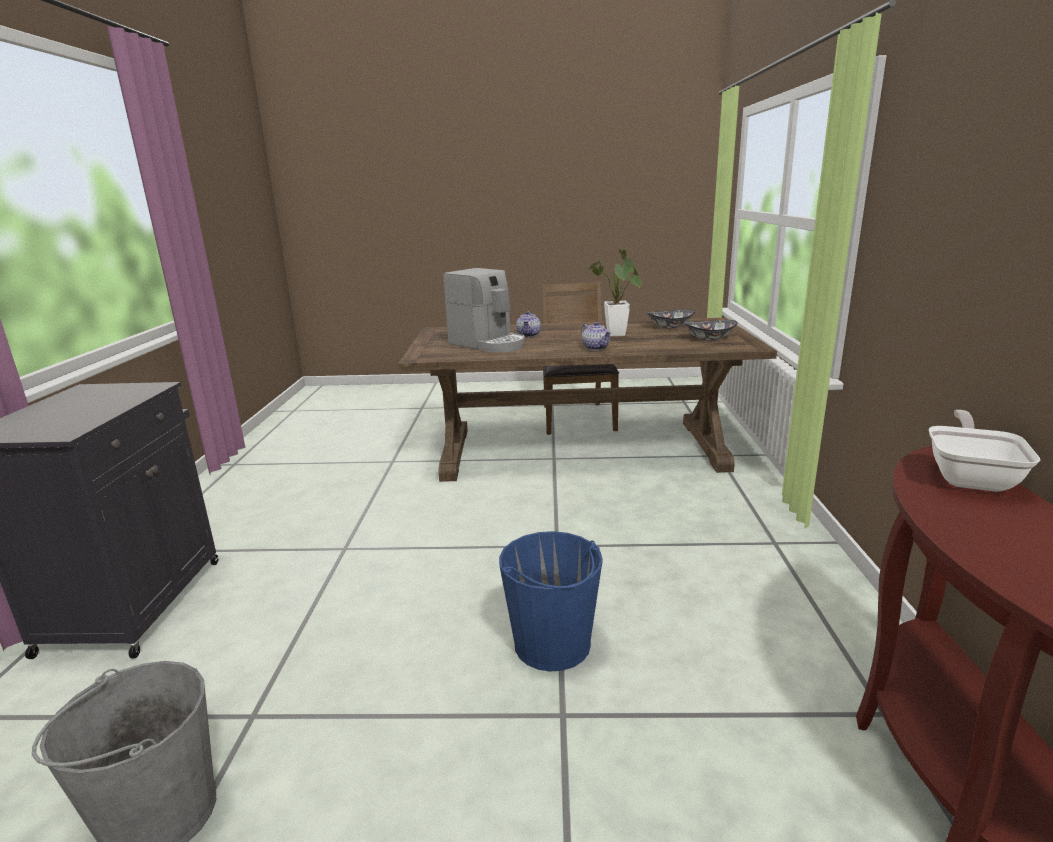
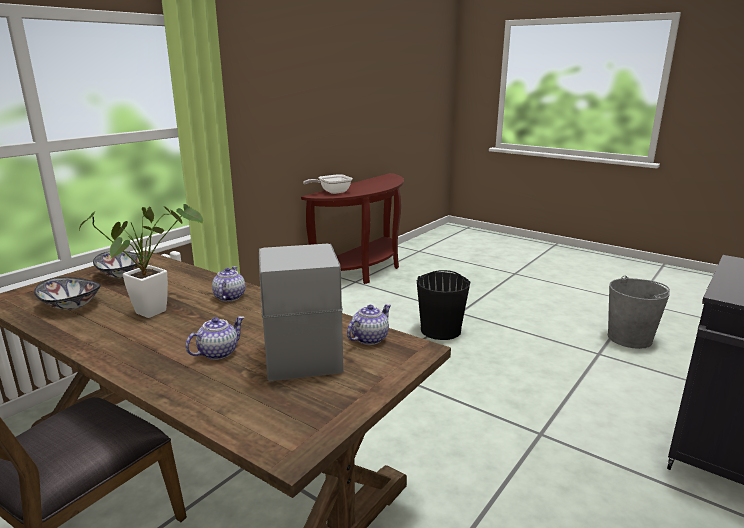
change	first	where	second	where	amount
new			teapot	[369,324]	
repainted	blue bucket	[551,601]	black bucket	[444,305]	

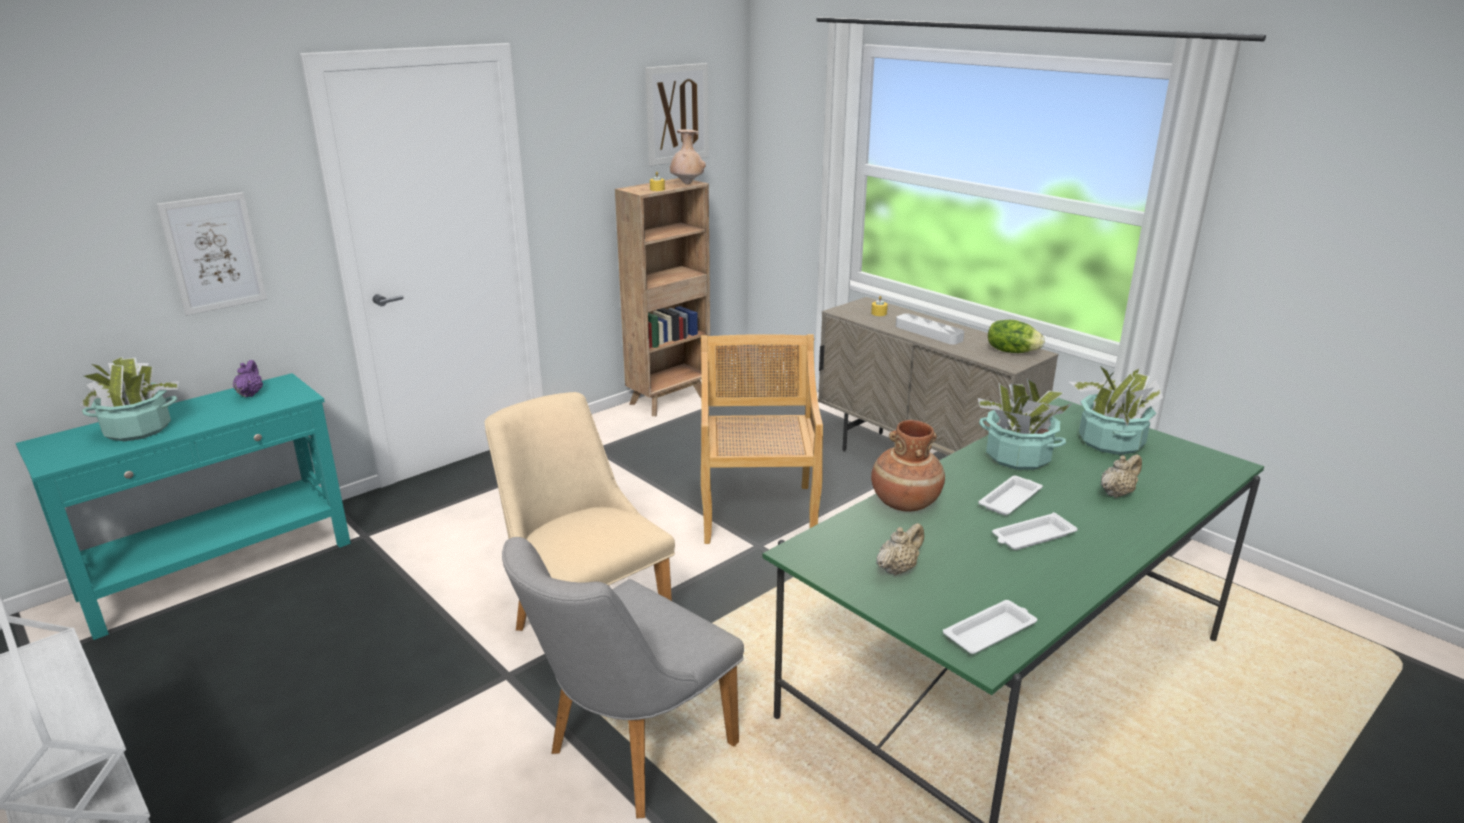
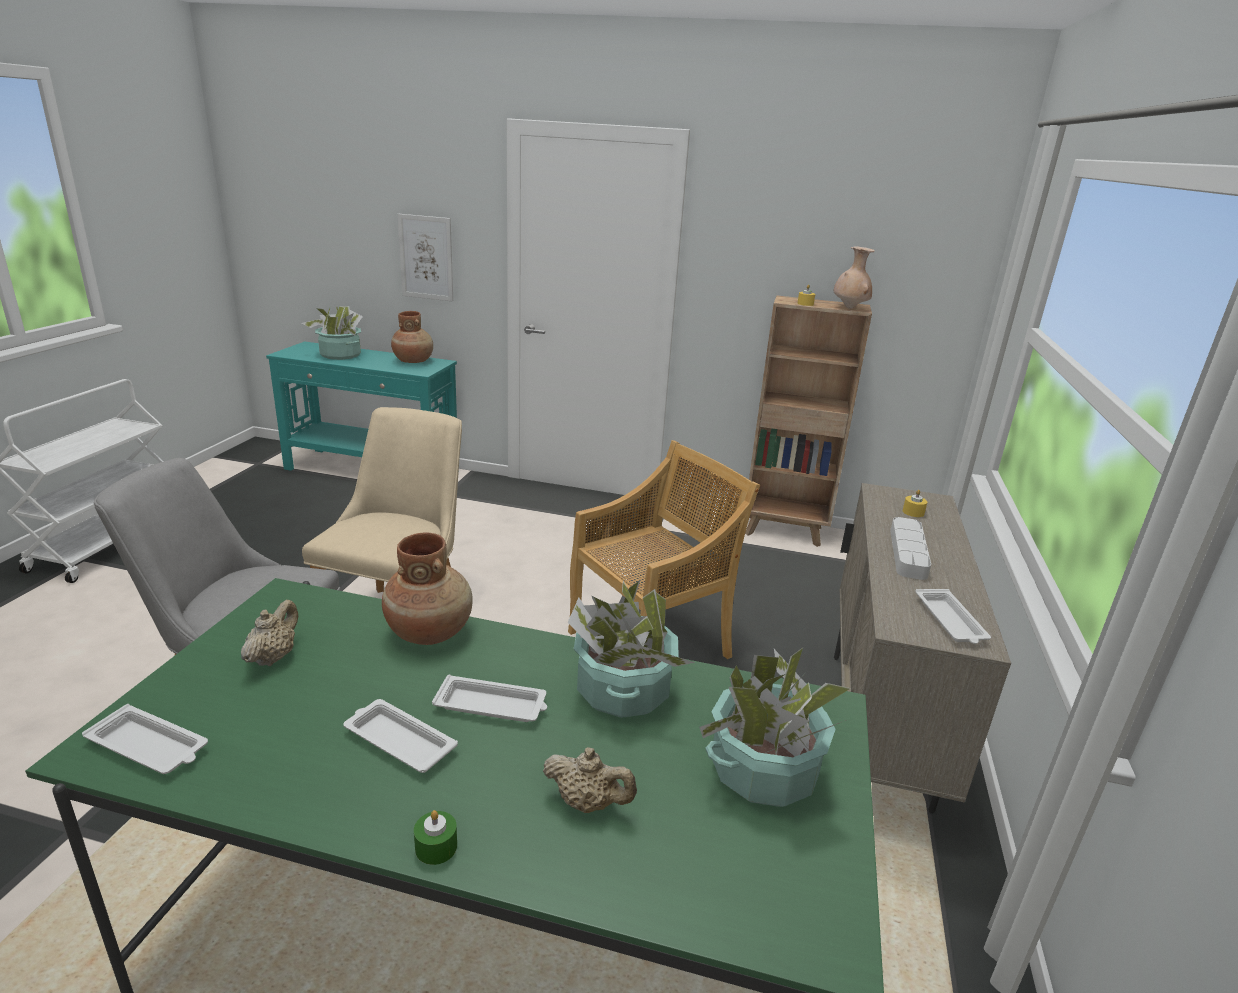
change	first	where	second	where	amount
gone	picture	[677,114]			
new			green candle	[435,837]	
swapped	purple teapot	[248,378]	brown vase	[412,337]	
swapped	lettuce	[1016,336]	white tray	[953,616]	
rotated	beige teapot	[900,549]		[269,633]	90 degrees counterclockwise

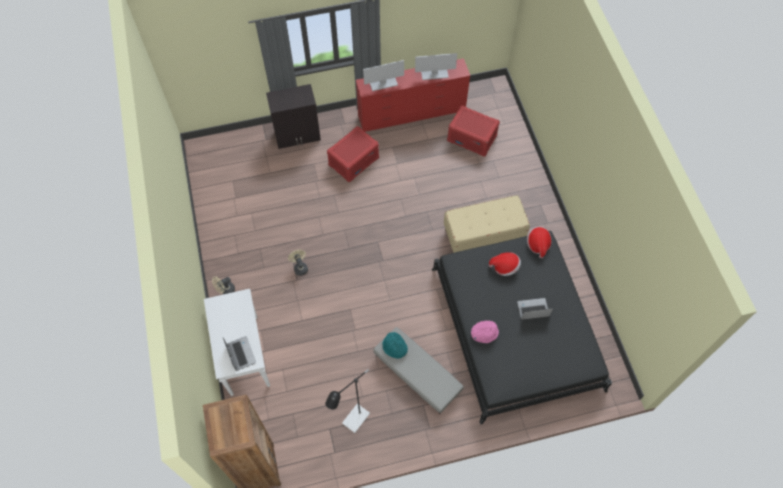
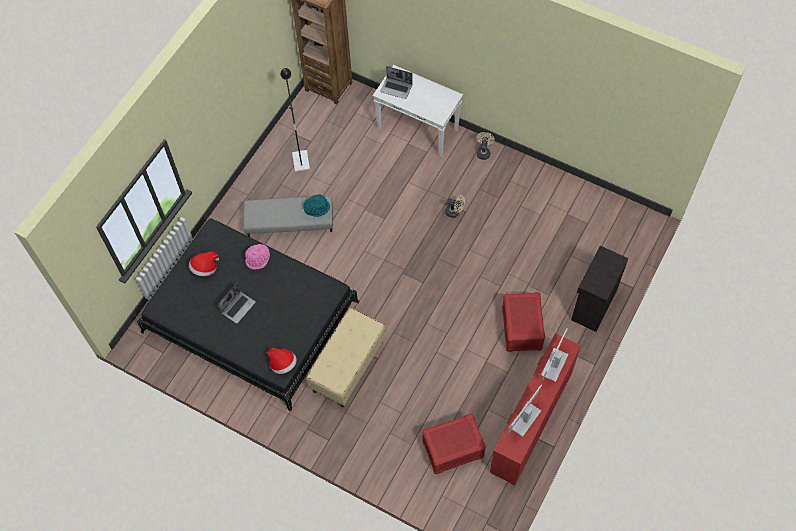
change	first	where	second	where	amount
shifted	hat	[505,264]		[204,263]	

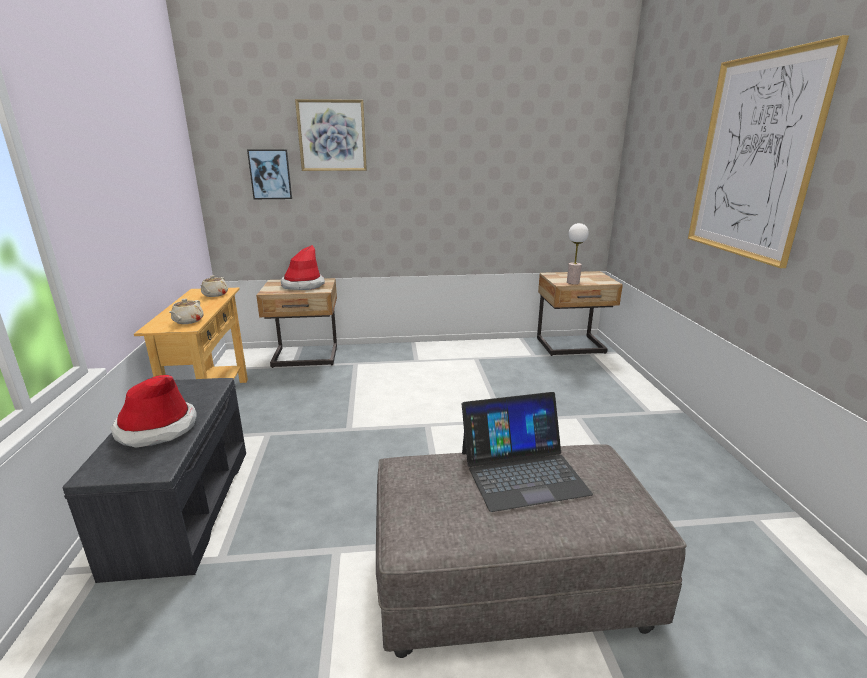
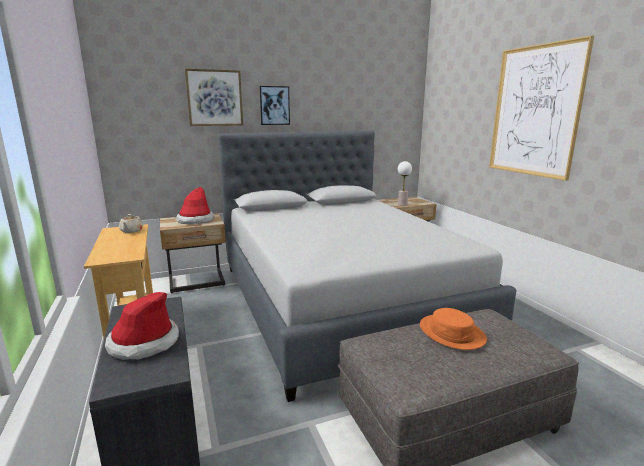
change	first	where	second	where	amount
gone	beige teapot	[186,311]			
new			grey bed	[367,266]	
shifted	picture	[269,174]		[274,105]	
swapped	laptop	[527,452]	orange hat	[453,329]	

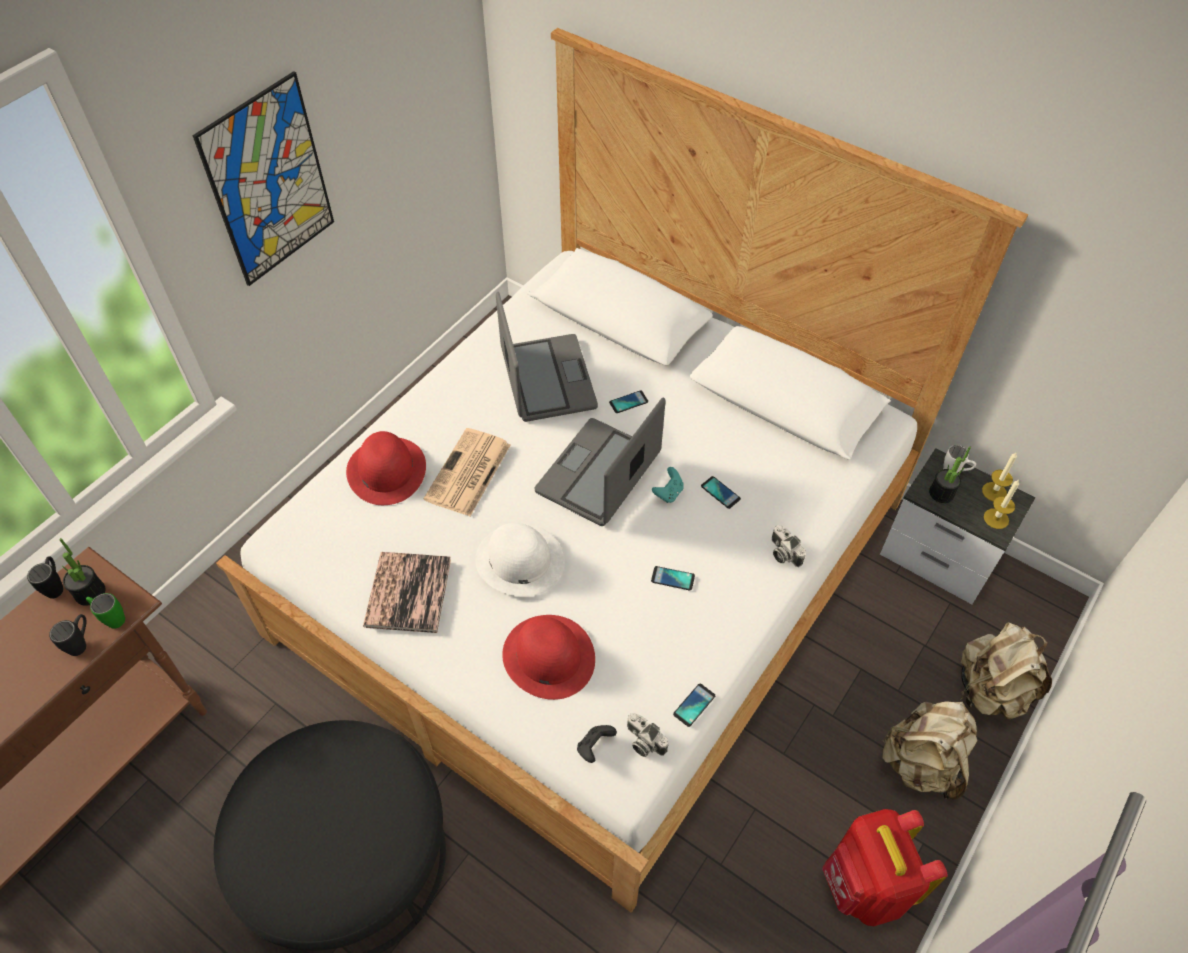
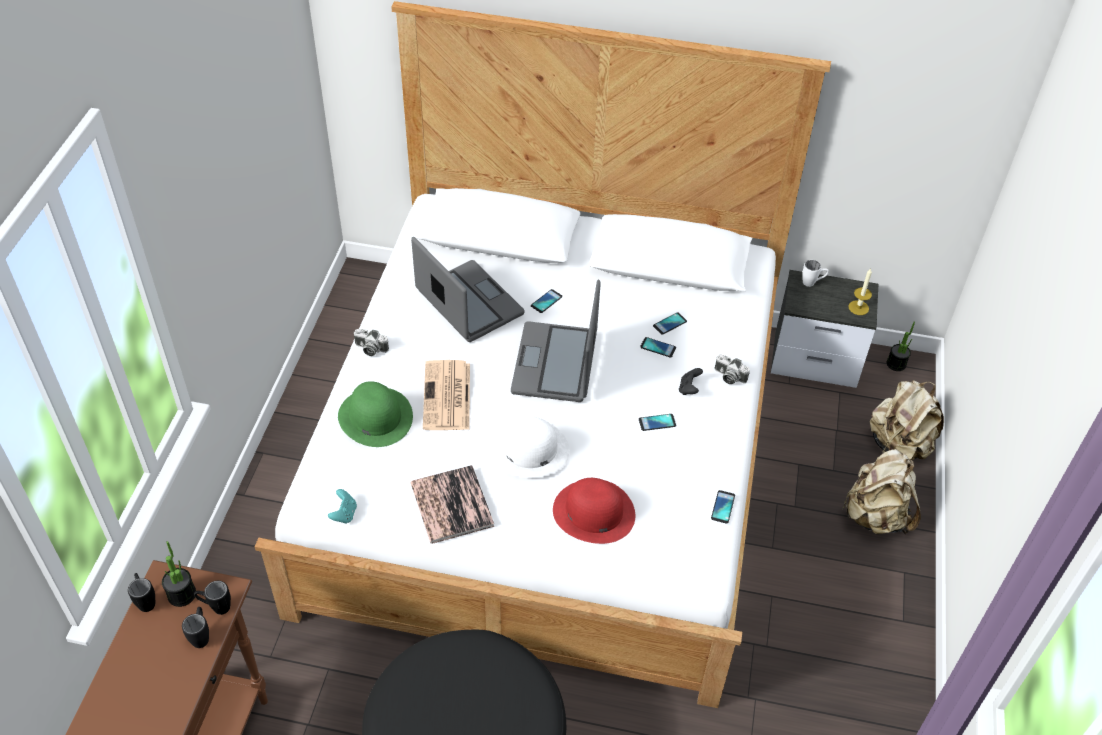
change	first	where	second	where	amount
gone	picture	[263,178]			
gone	red backpack	[884,867]			
gone	candle	[999,477]			
new			phone	[670,323]	
shifted	black game controller	[597,744]		[691,381]	
shifted	photo camera	[647,735]		[371,342]	
shifted	turquoise game controller	[668,485]		[342,506]	
shifted	potted plant	[950,474]		[901,346]	
repainted	green mug	[105,611]	black mug	[212,598]	
repainted	red hat	[386,468]	green hat	[375,414]	

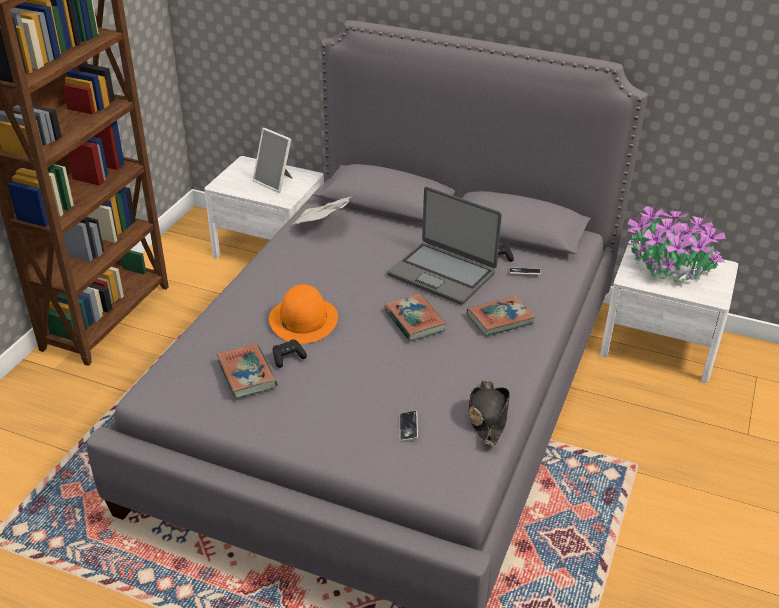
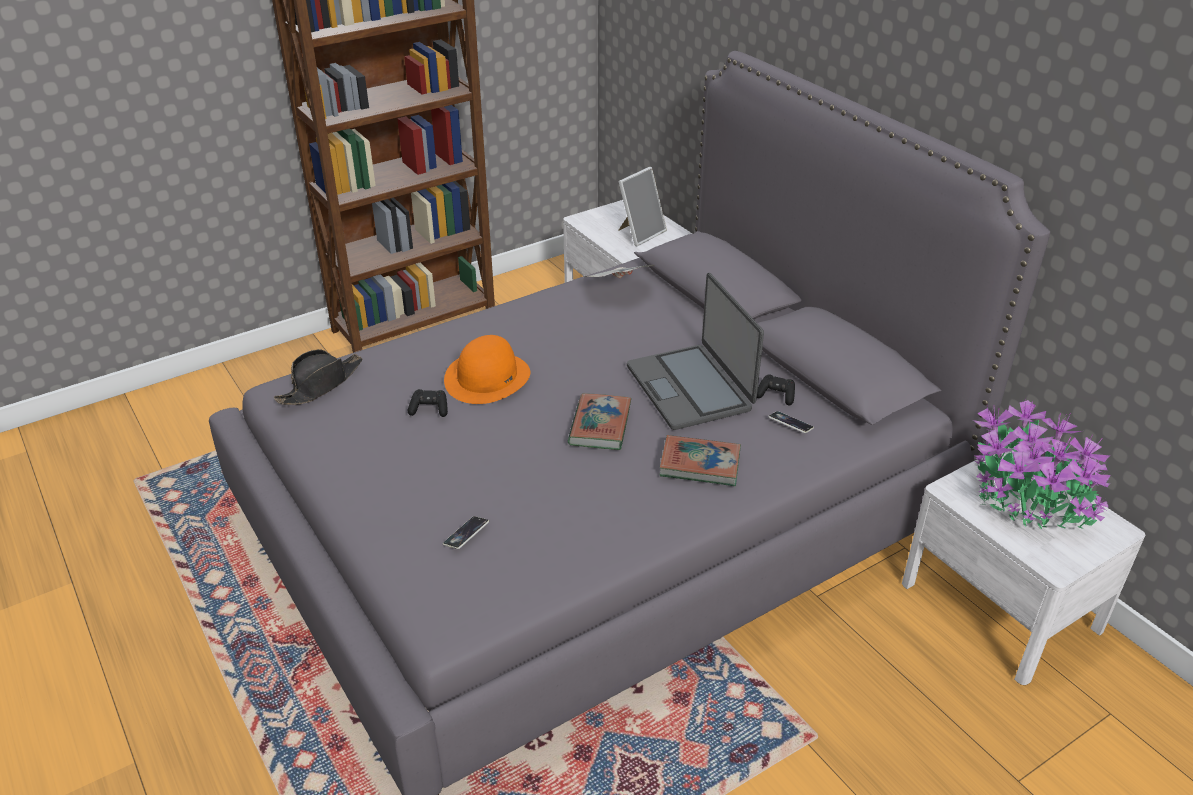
change	first	where	second	where	amount
gone	book	[247,371]			
shifted	black hat	[489,413]		[318,377]	
rotated	picture frame	[272,160]		[642,206]	120 degrees counterclockwise

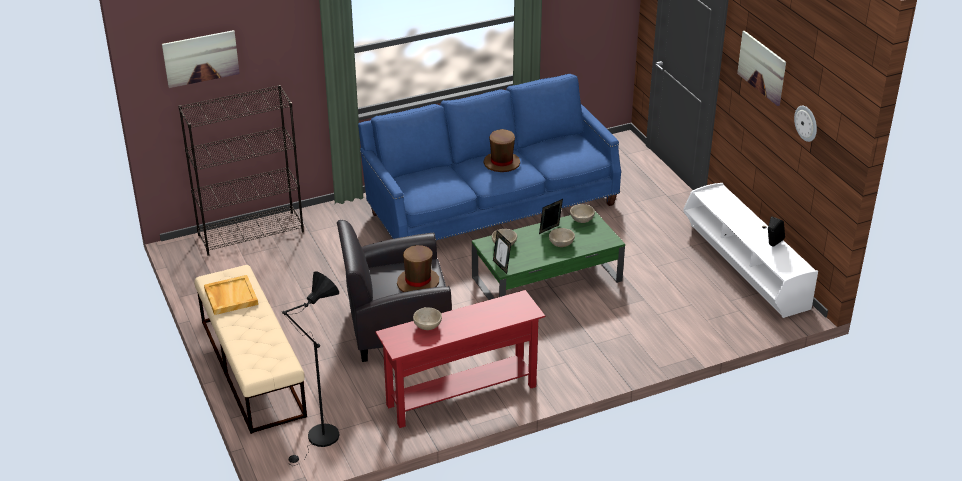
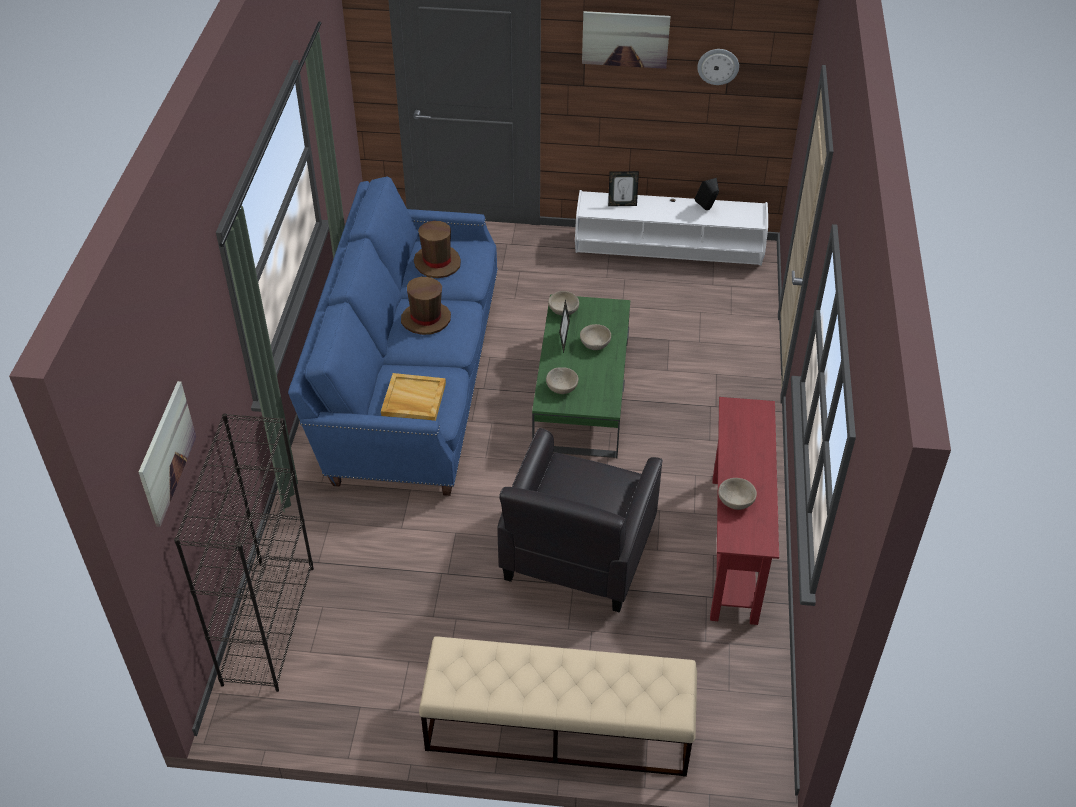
change	first	where	second	where	amount
gone	black floor lamp	[310,369]			
shifted	beige tray	[231,295]		[413,397]	
shifted	brown hat	[418,268]		[437,249]	
shifted	picture frame	[502,252]		[623,188]	

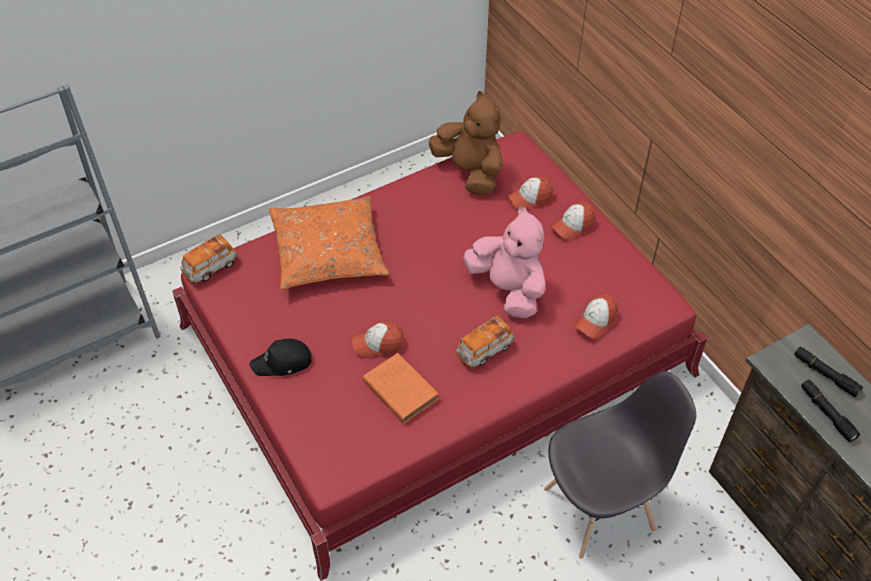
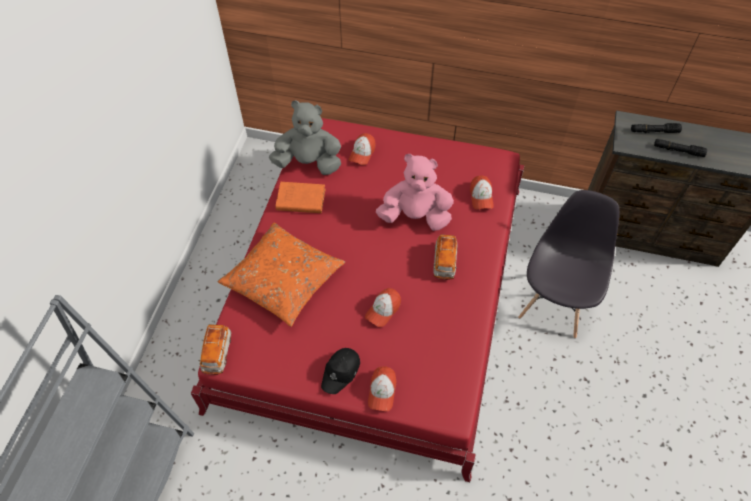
change	first	where	second	where	amount
shifted	orange book	[401,388]		[300,197]	
shifted	cap	[573,221]		[382,388]	
repainted	brown plush toy	[466,143]	grey plush toy	[305,137]	

